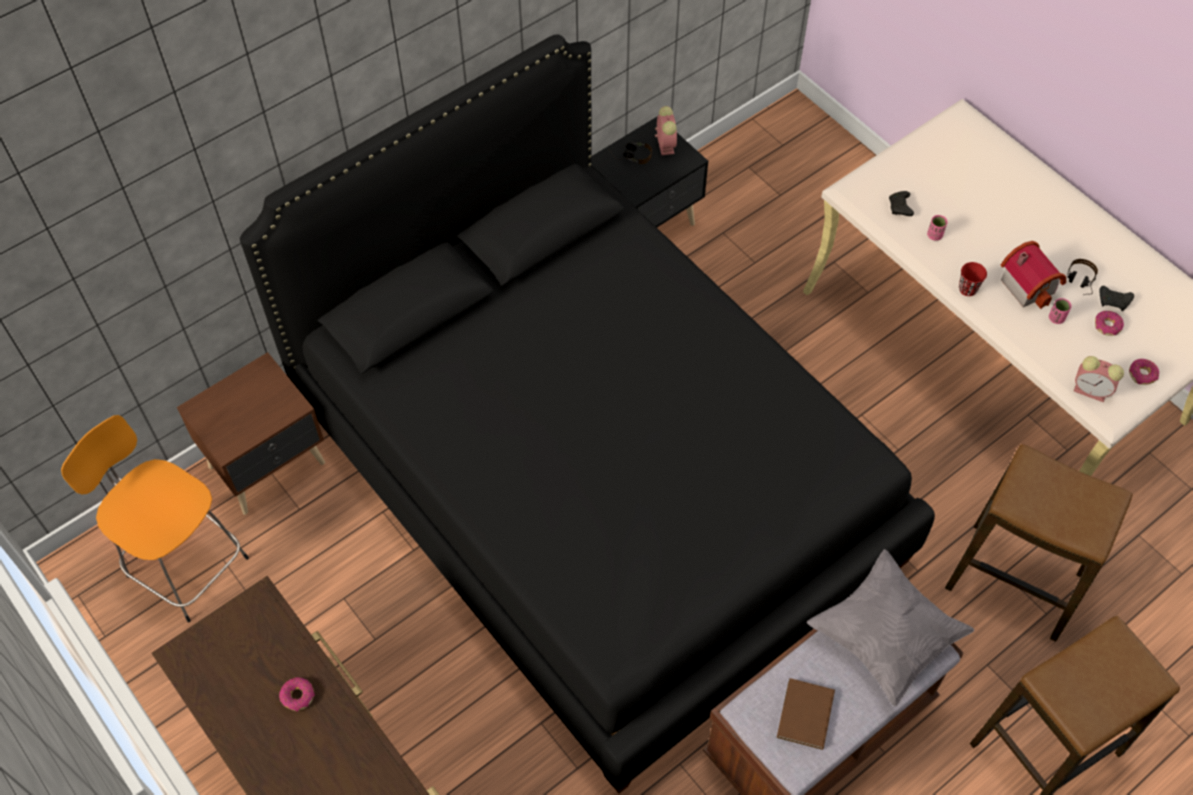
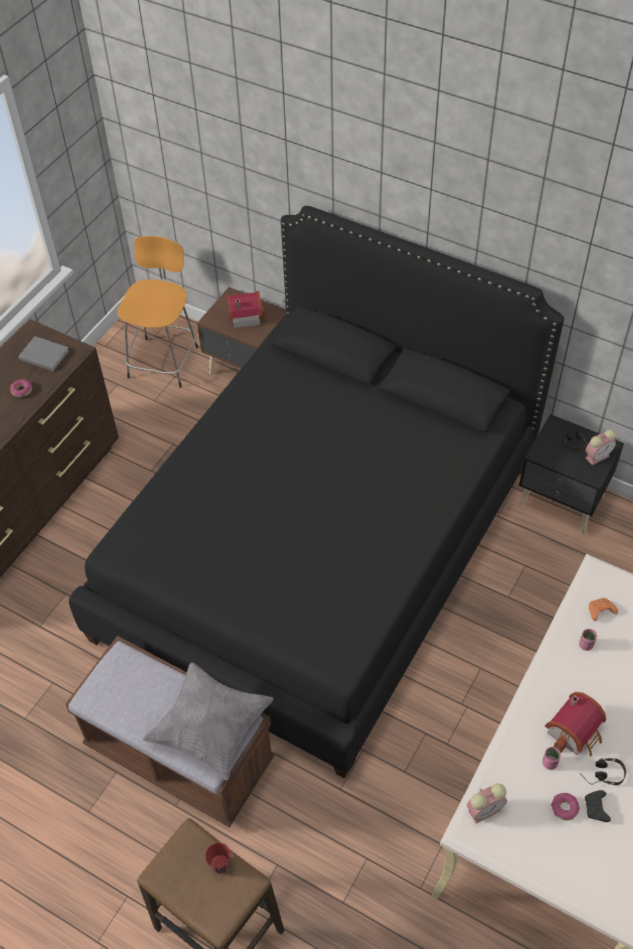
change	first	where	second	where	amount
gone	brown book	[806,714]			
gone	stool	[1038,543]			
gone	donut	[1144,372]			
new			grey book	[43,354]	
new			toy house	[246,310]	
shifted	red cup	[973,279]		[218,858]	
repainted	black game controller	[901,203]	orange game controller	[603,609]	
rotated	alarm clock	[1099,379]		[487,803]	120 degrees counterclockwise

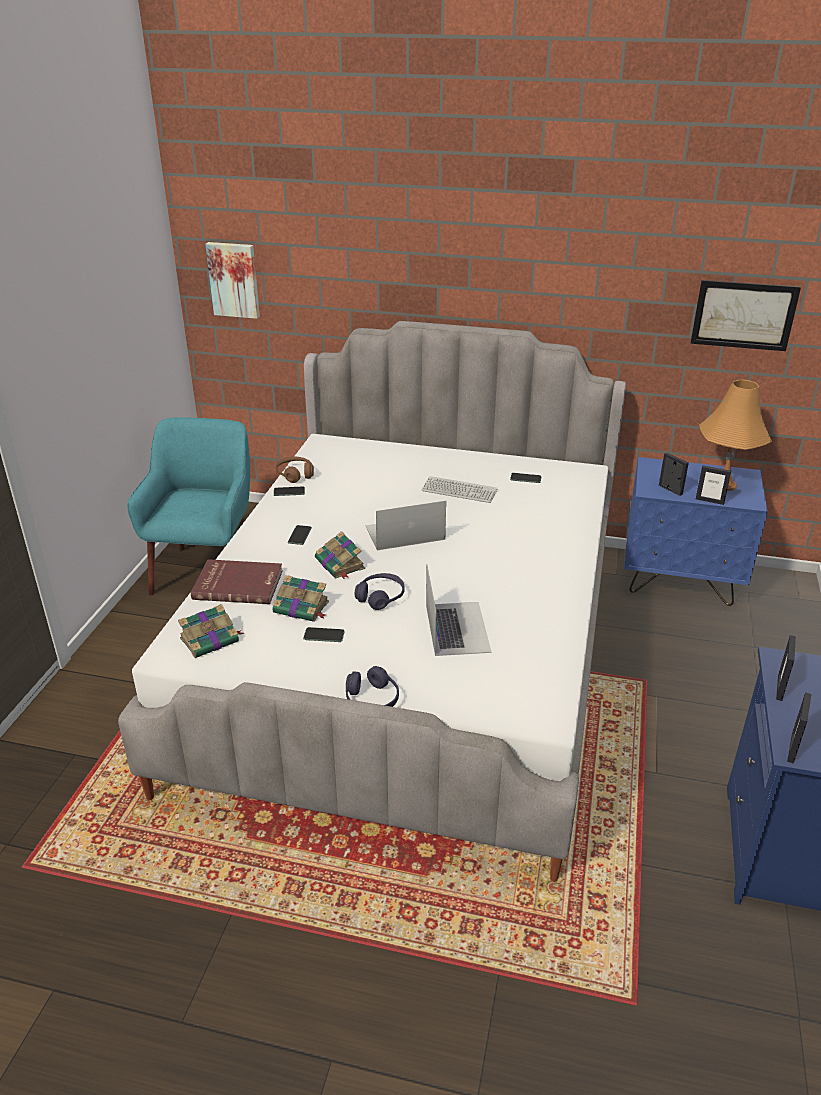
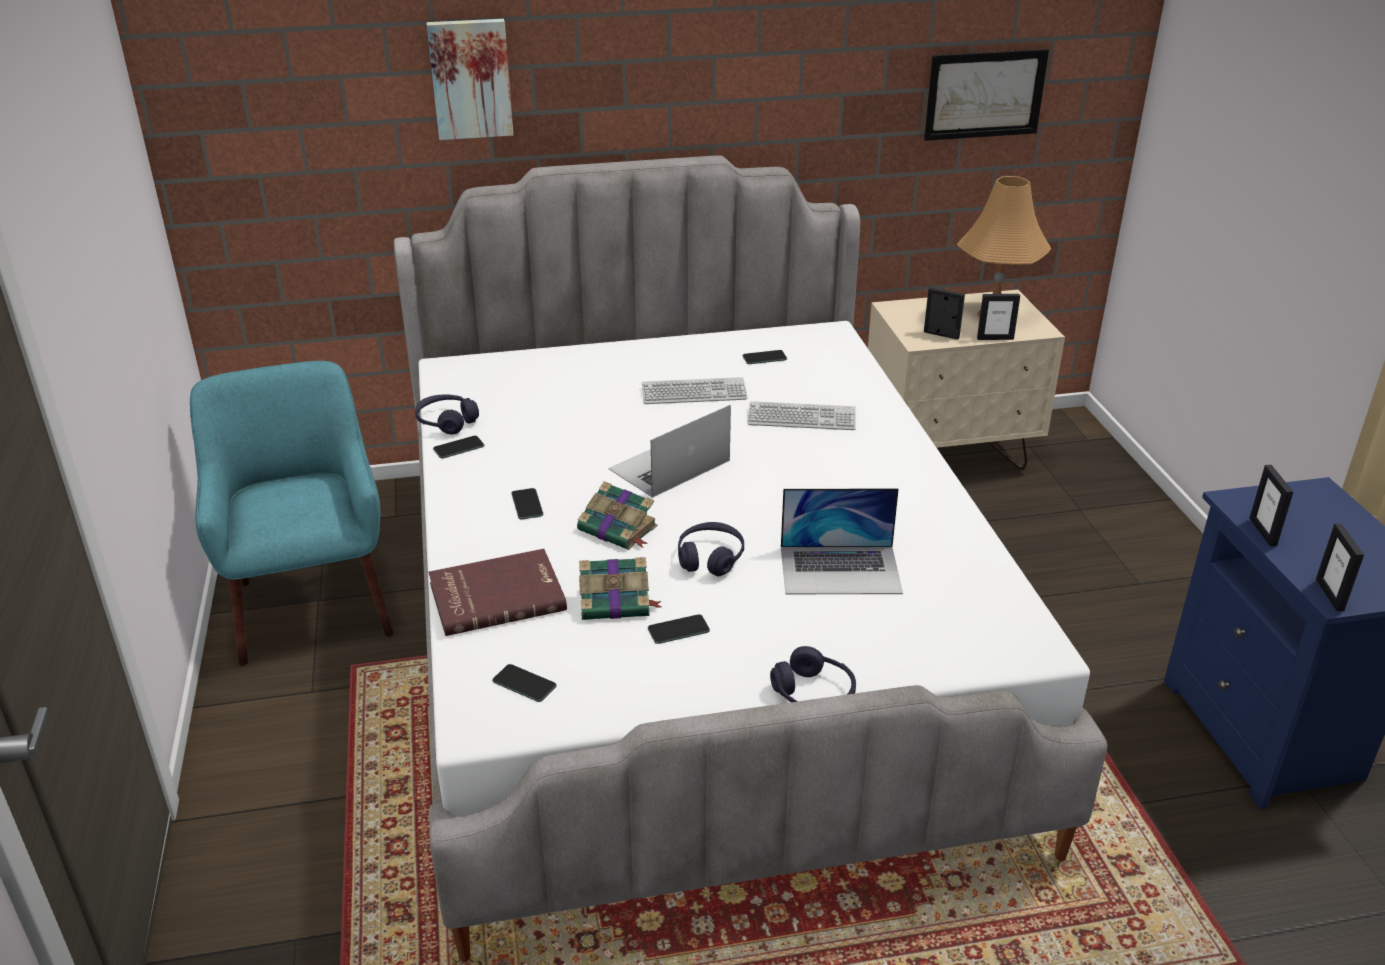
change	first	where	second	where	amount
new			keyboard	[802,415]	
shifted	picture	[232,280]		[470,79]	
swapped	book	[211,631]	phone	[524,683]	
repainted	brown headphones	[295,470]	purple headphones	[447,414]	
repainted	blue nightstand	[696,531]	beige nightstand	[966,379]	
rotated	laptop	[459,610]		[842,541]	120 degrees clockwise

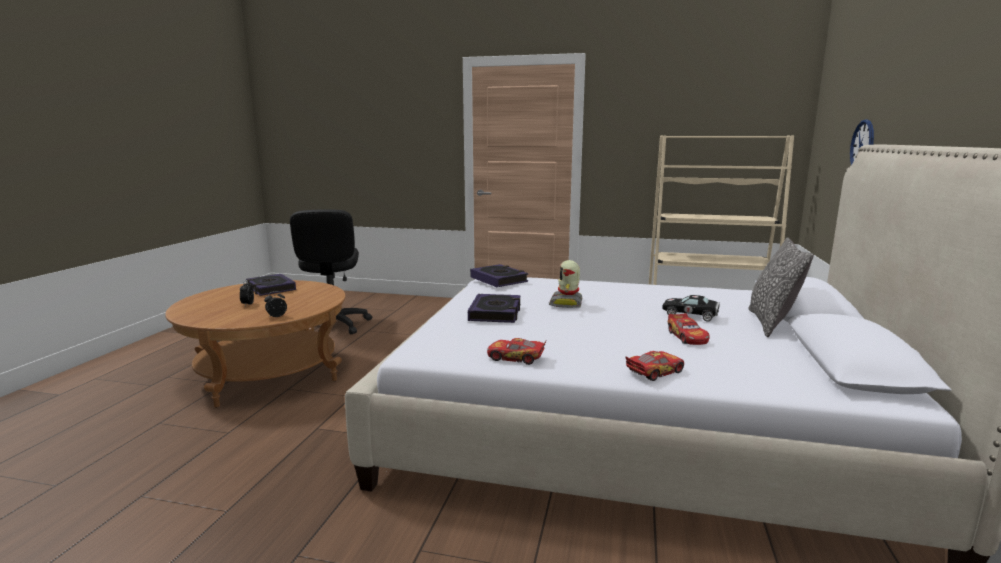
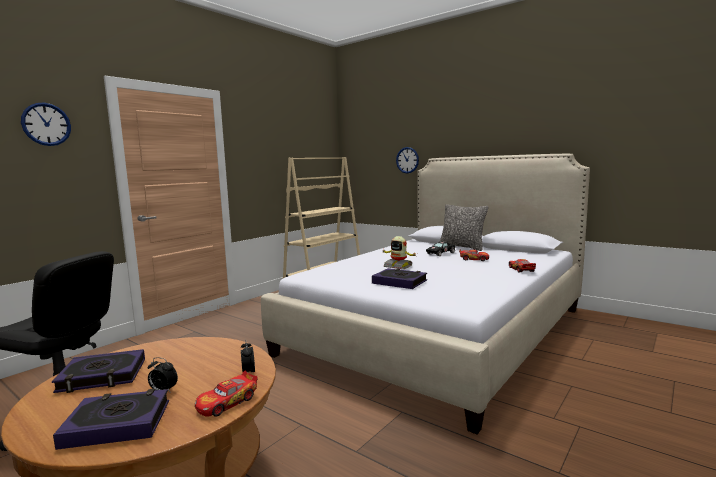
change	first	where	second	where	amount
new			wall clock	[46,124]	
shifted	book	[499,275]		[111,419]	
shifted	toy car	[517,351]		[226,394]	

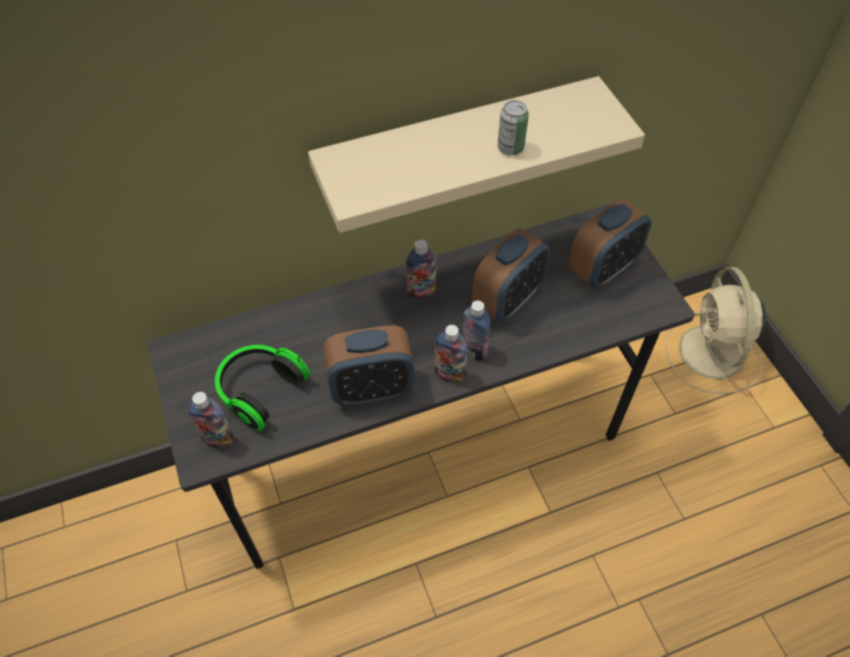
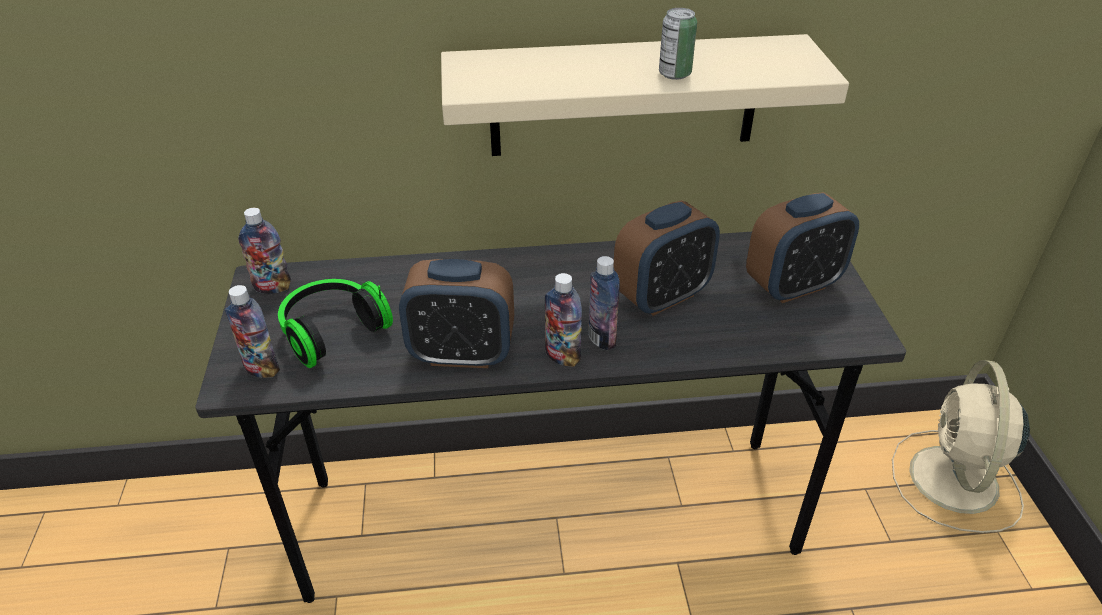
change	first	where	second	where	amount
shifted	bottle	[421,269]		[264,251]	

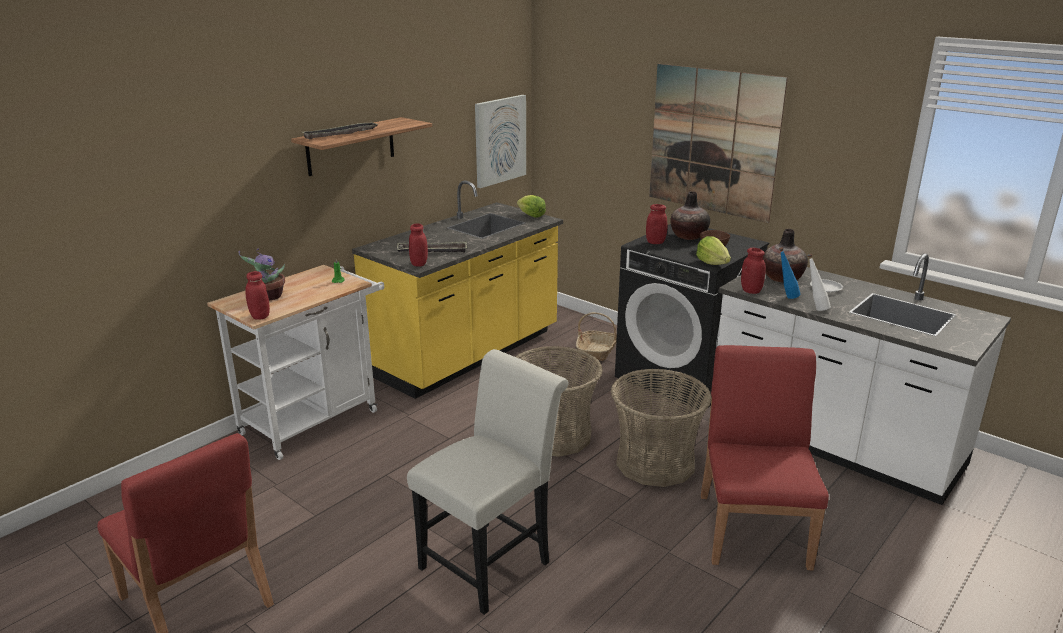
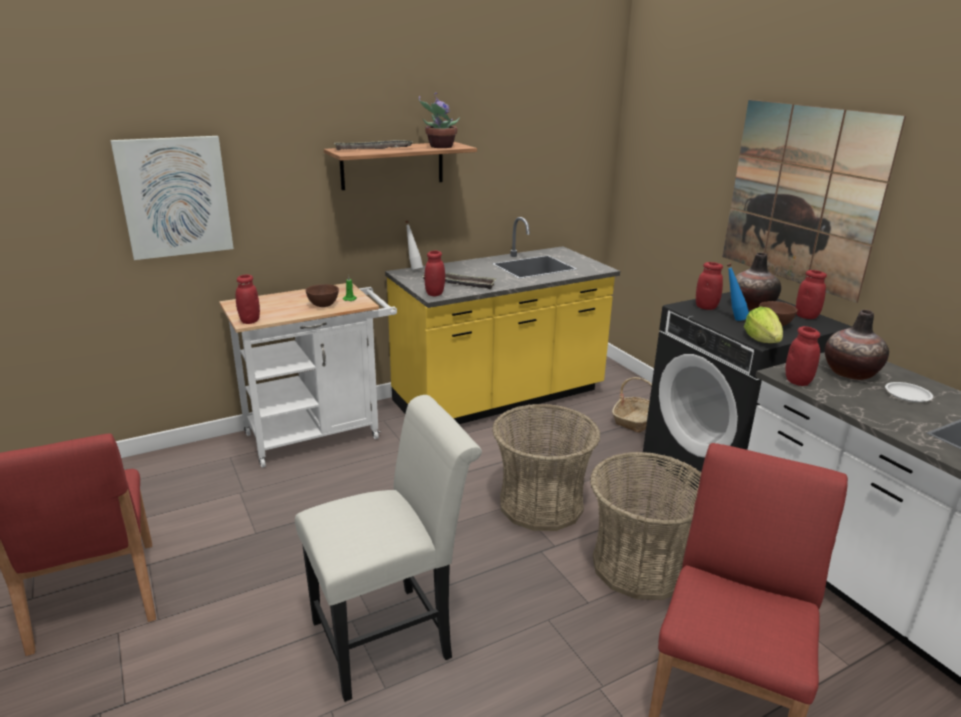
change	first	where	second	where	amount
gone	lettuce	[531,206]			
new			brown bowl	[322,295]	
new			red jar	[811,294]	
shifted	potted plant	[261,274]		[439,120]	
shifted	picture	[500,141]		[172,198]	
shifted	blue bottle	[789,273]		[738,292]	
shifted	white bottle	[819,282]		[414,245]	

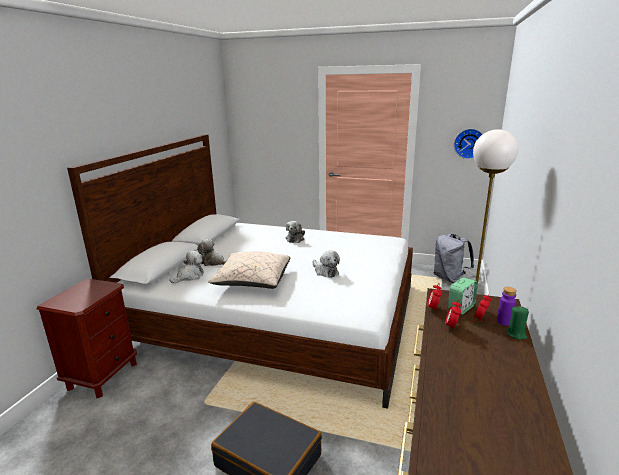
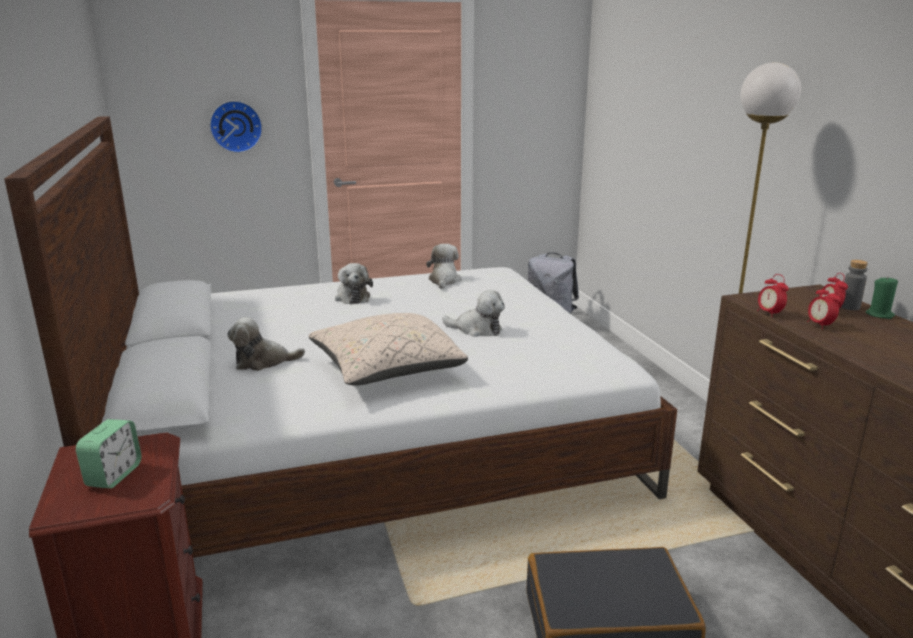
change	first	where	second	where	amount
shifted	plush toy	[187,266]		[444,266]	
shifted	alarm clock	[463,296]		[109,453]	
shifted	wall clock	[468,144]		[236,126]	
repainted	purple bottle	[507,306]	grey bottle	[854,285]	

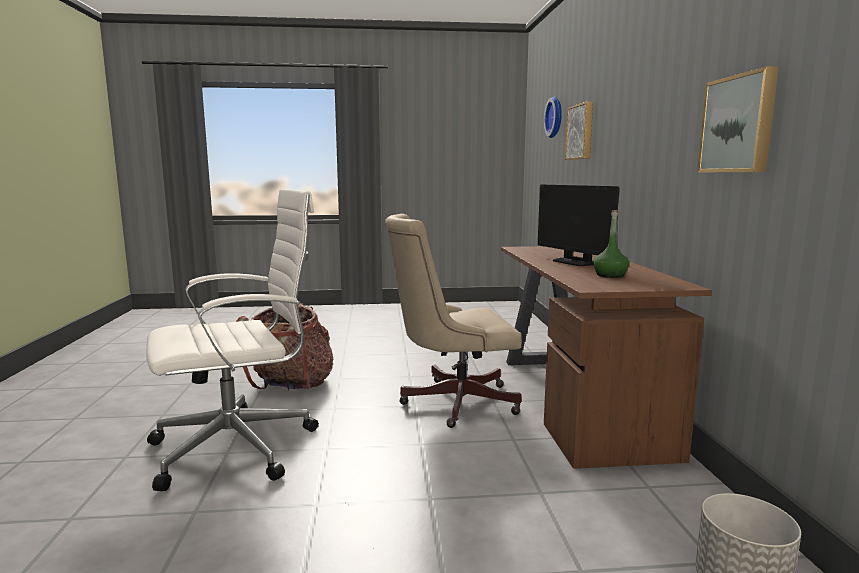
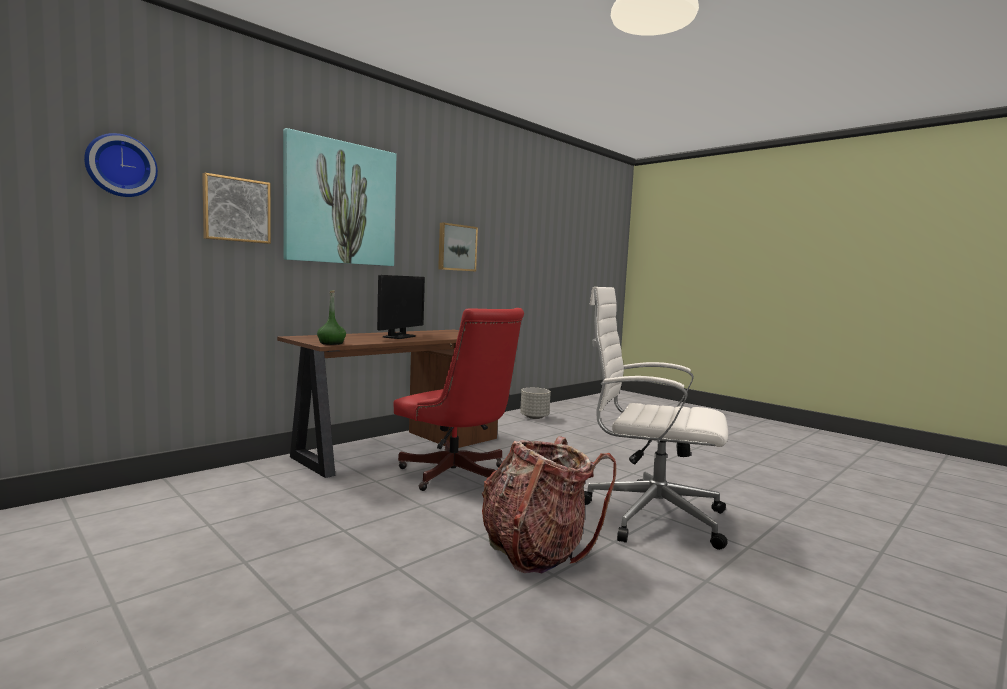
change	first	where	second	where	amount
new			picture	[339,197]	
shifted	green bottle	[611,244]		[331,318]	
repainted	beige office chair	[453,321]	red office chair	[459,399]	

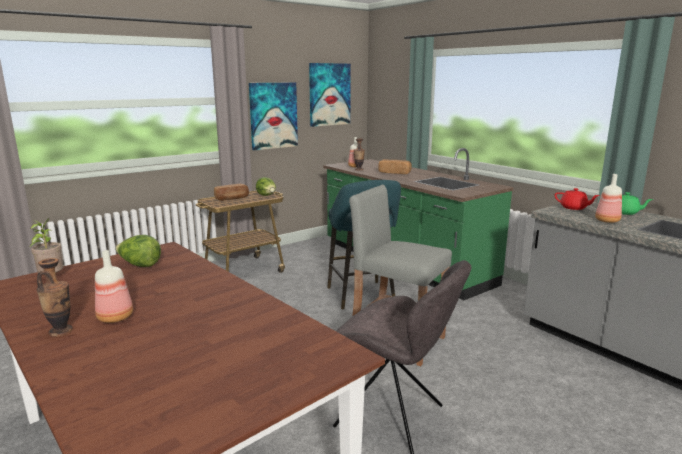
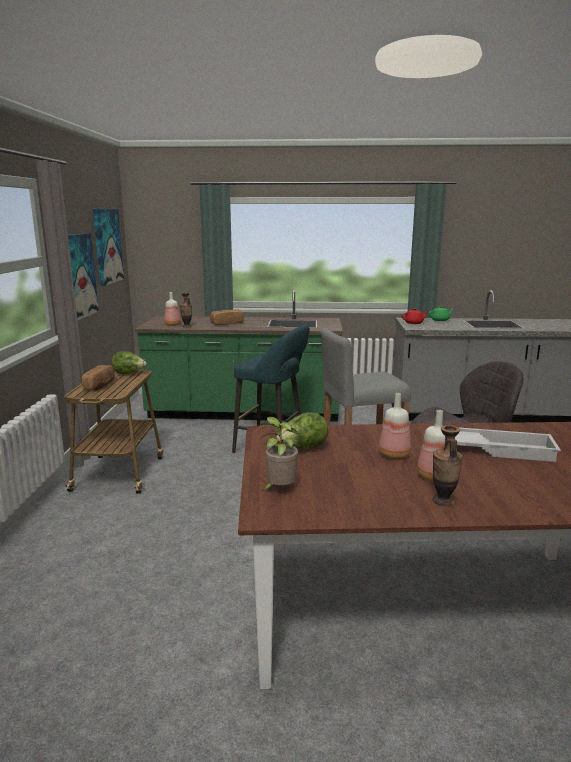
change	first	where	second	where	amount
new			white tray	[508,444]	
shifted	bottle	[608,198]		[395,426]	

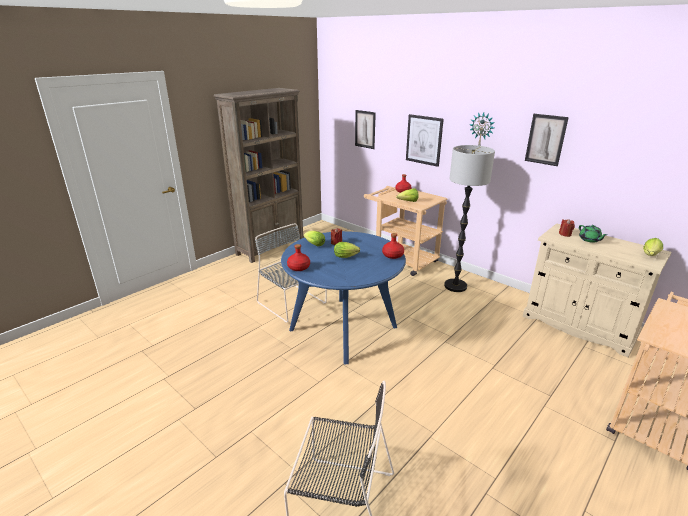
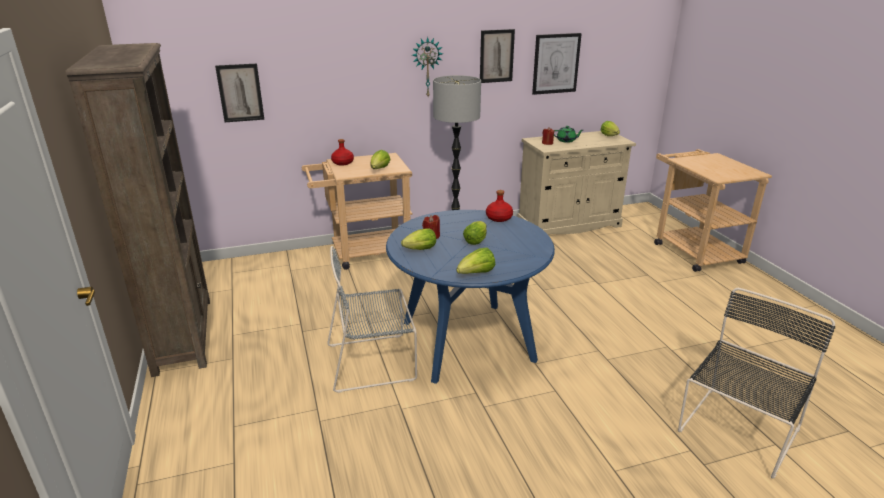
change	first	where	second	where	amount
shifted	picture	[425,140]		[557,64]	
swapped	red bottle	[298,257]	lettuce	[475,261]	

